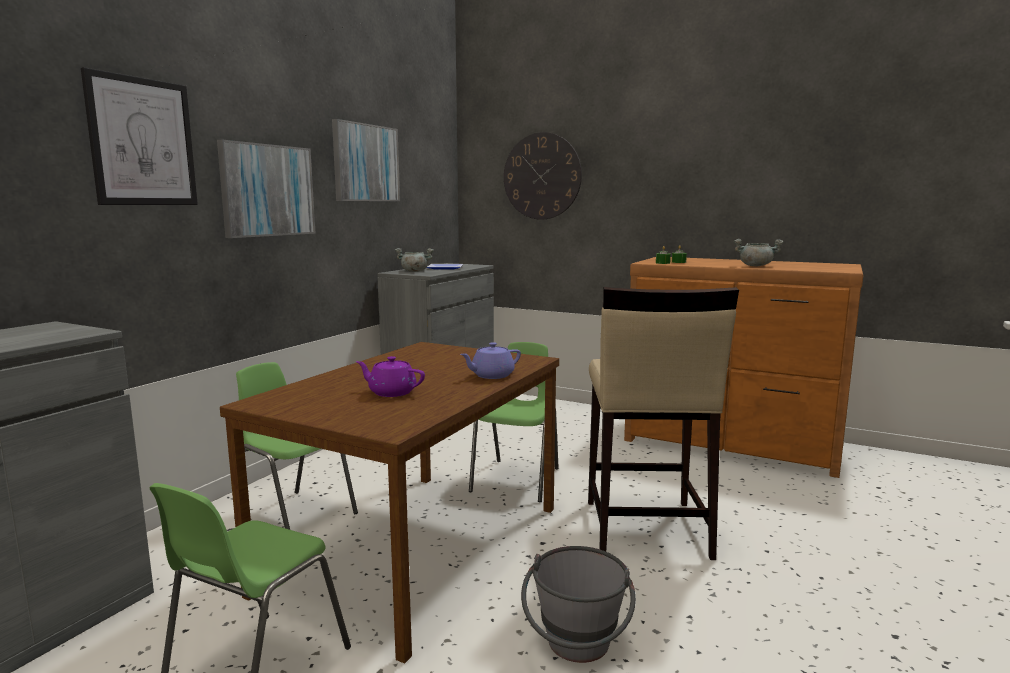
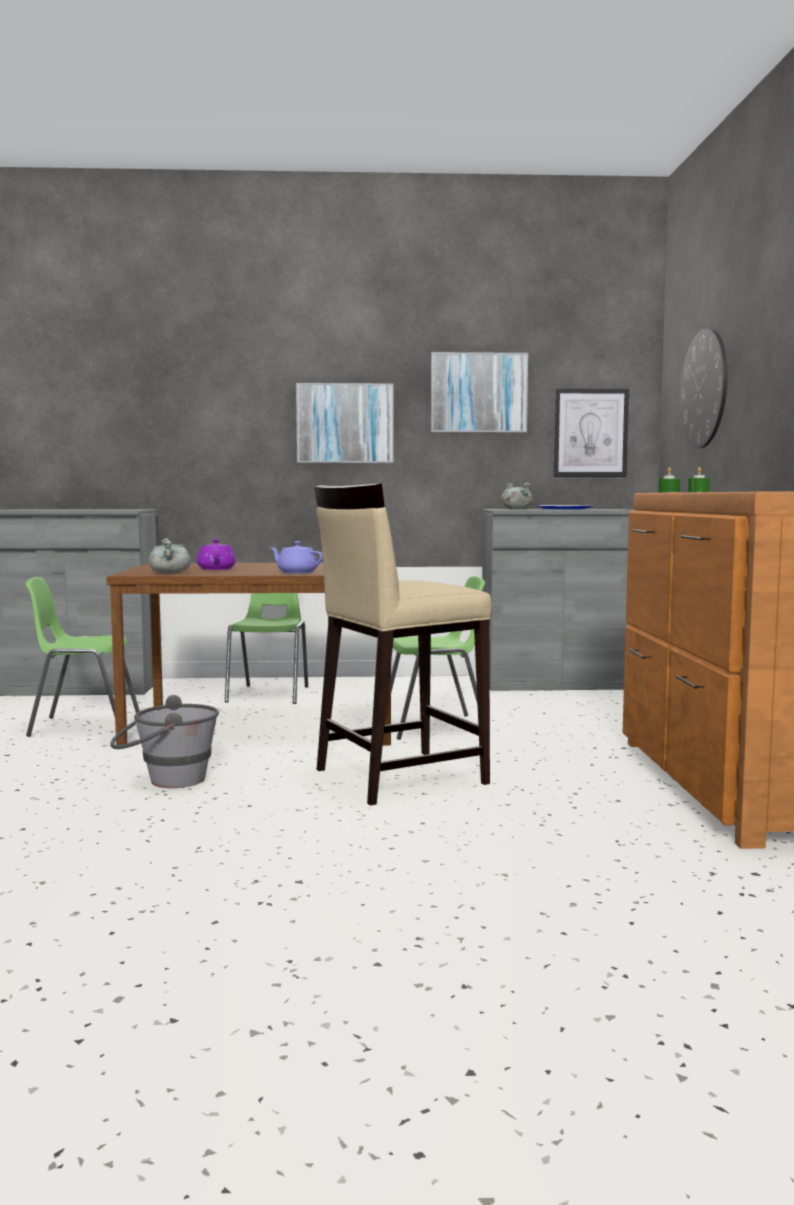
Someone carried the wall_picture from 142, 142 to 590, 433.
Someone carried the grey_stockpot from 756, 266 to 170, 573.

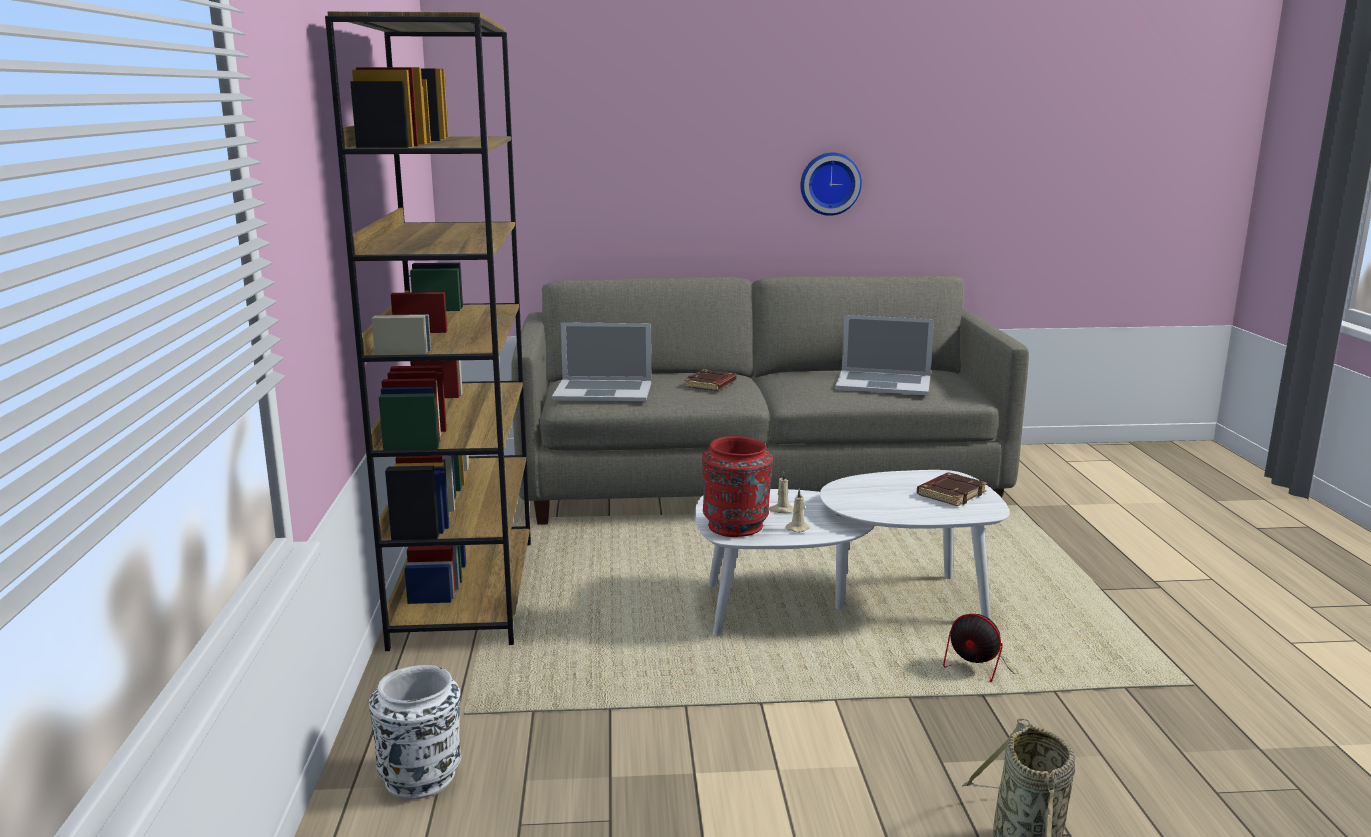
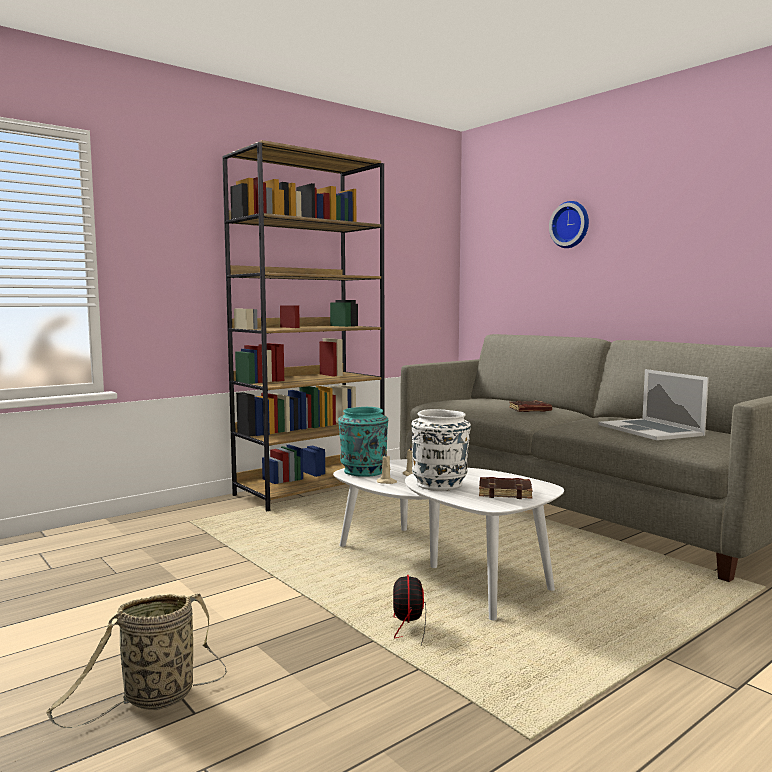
Someone took away the laptop at 603, 391.
Someone carried the white_vase from 422, 777 to 440, 484.
Someone carried the wall_clock from 829, 183 to 571, 225.
Someone repainted the red_vase at 736, 527, which became the turquoise-coloured_vase at 363, 472.

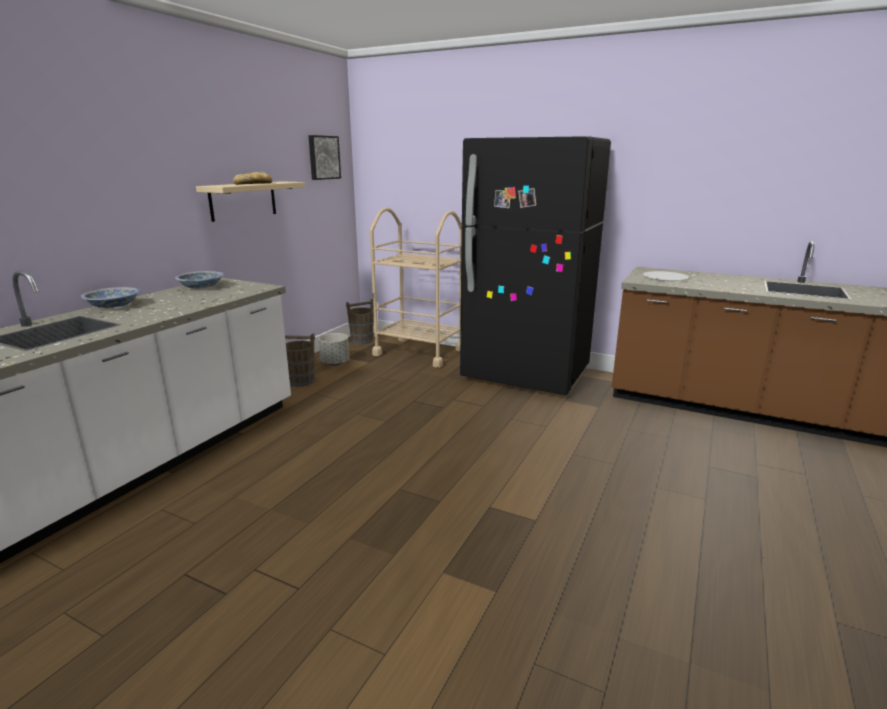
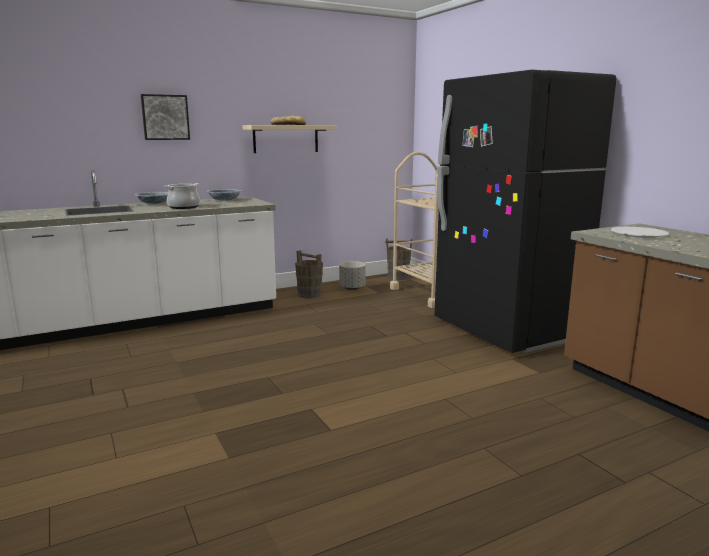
Someone put down the stockpot at 184, 207.
Someone carried the wall_picture from 323, 157 to 165, 117.

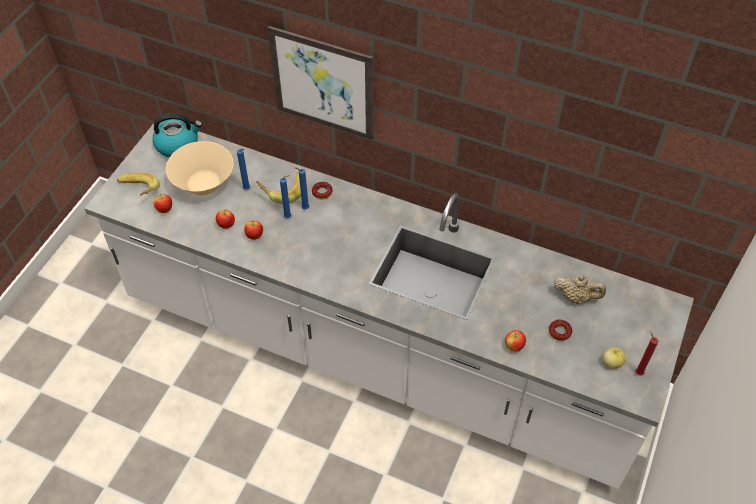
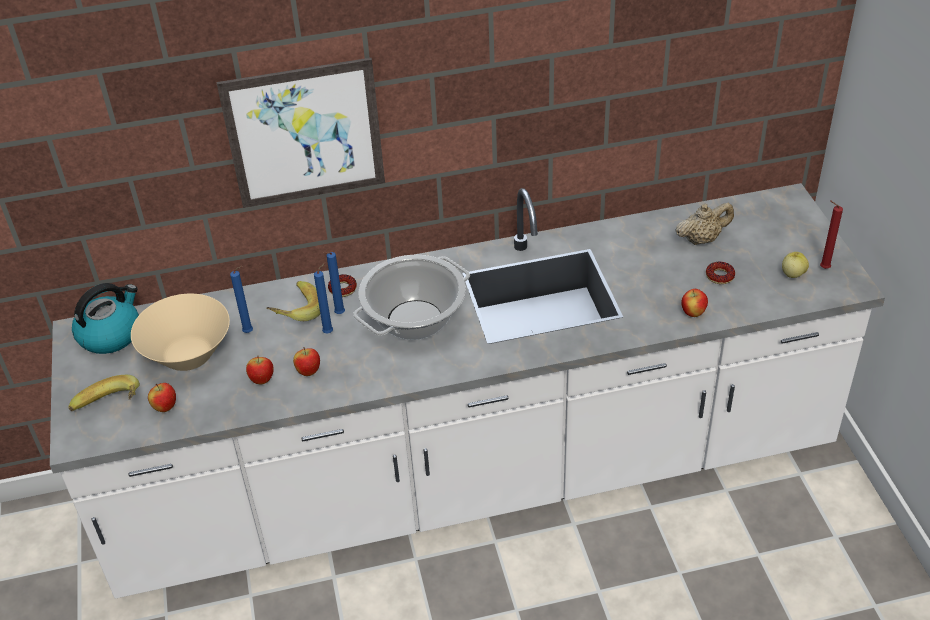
Someone put down the stockpot at 414, 321.

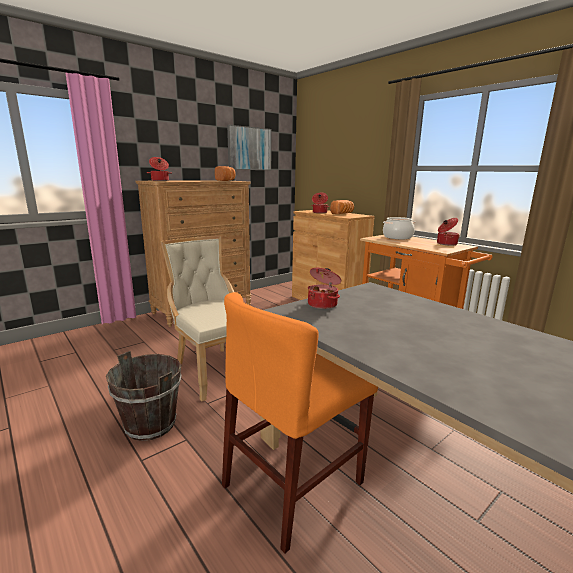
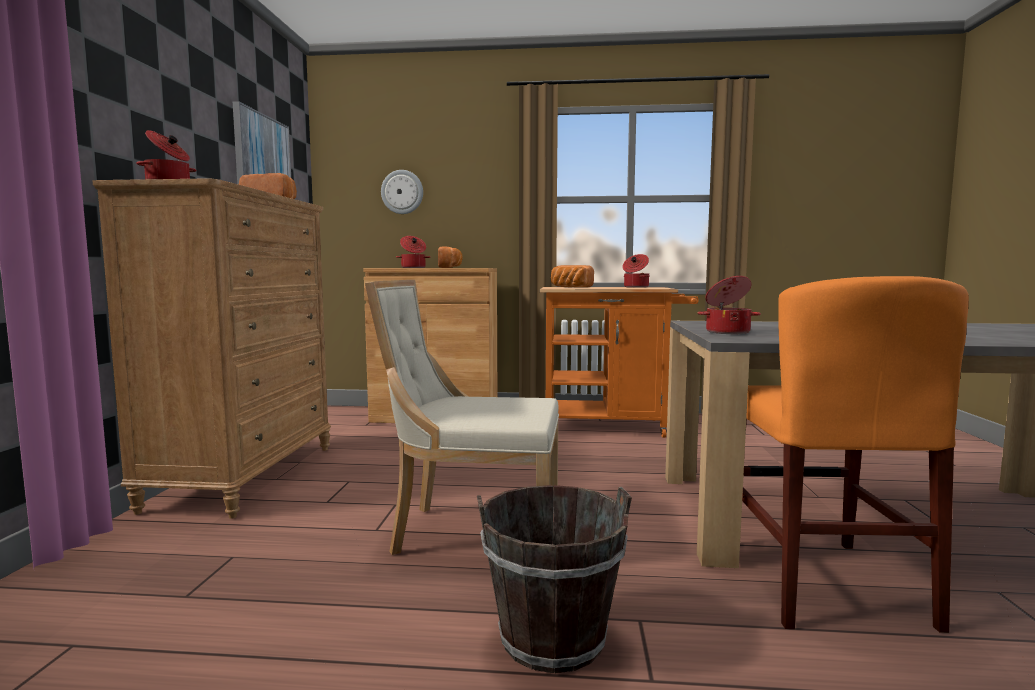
Someone put up the wall_clock at 402, 192.
Someone swapped the stockpot at 397, 237 for the bread at 570, 287.

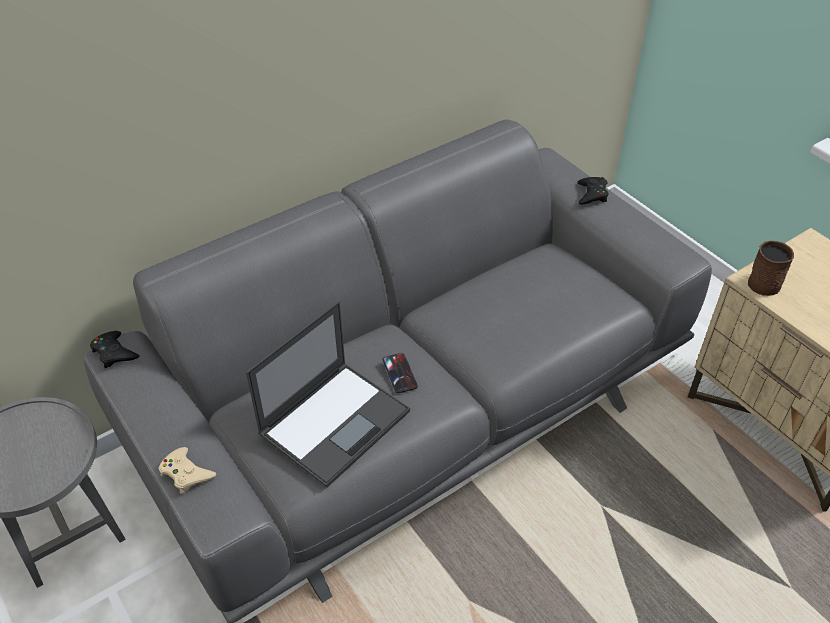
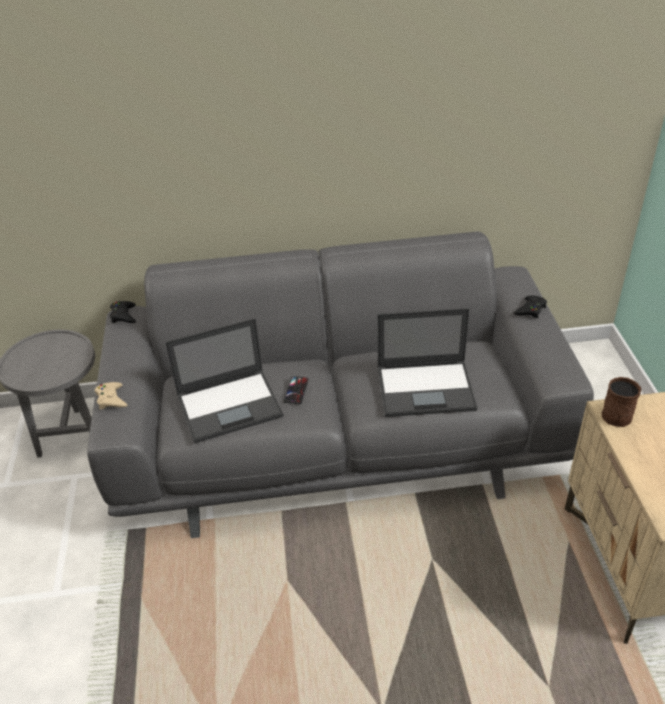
Someone put down the laptop at 427, 388.

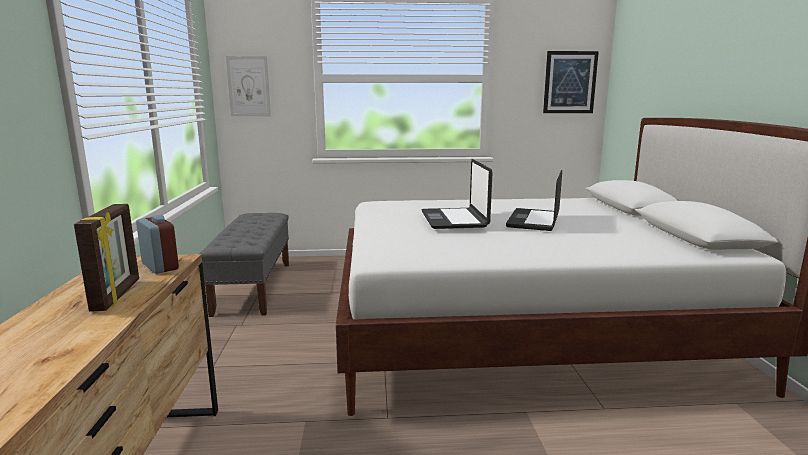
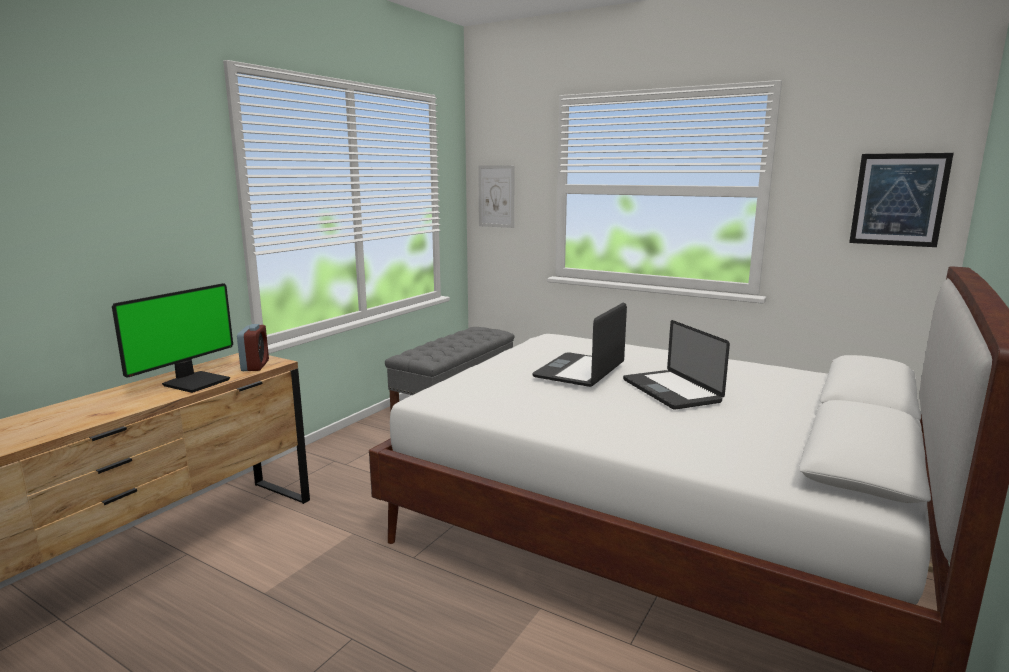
Someone swapped the picture_frame at 117, 295 for the computer_screen at 195, 382.
Someone rotated the laptop at 533, 221 by 75 degrees counterclockwise.

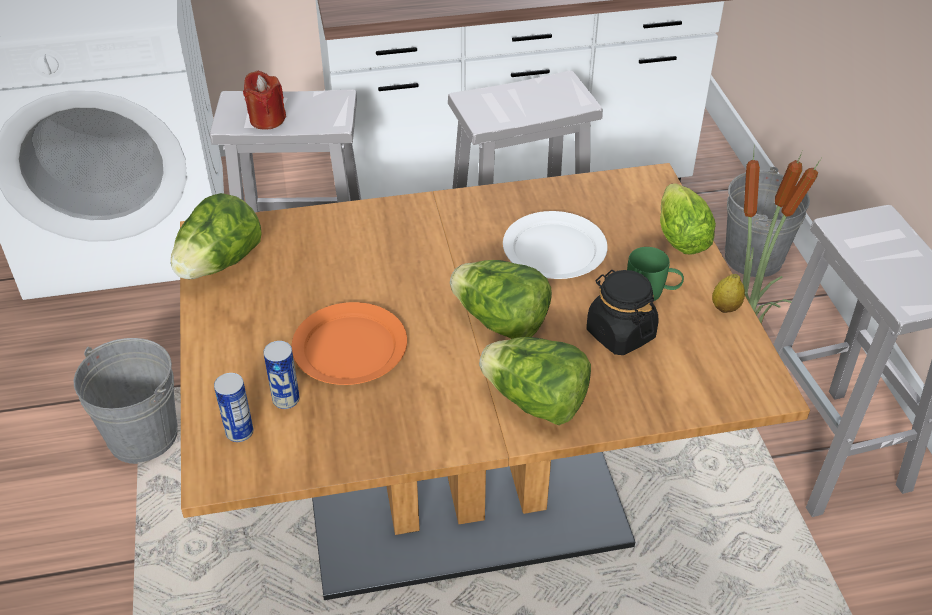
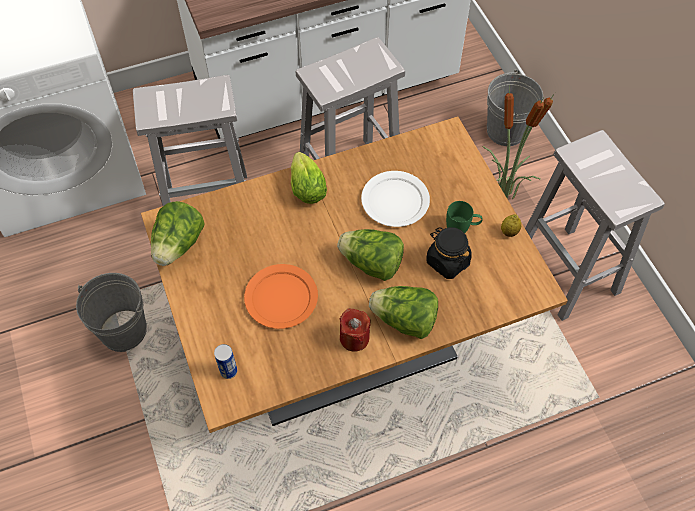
Someone took away the metal_can at 286, 399.
Someone carried the red_wax_light from 267, 119 to 354, 338.
Someone carried the head_of_lettuce from 679, 235 to 306, 186.

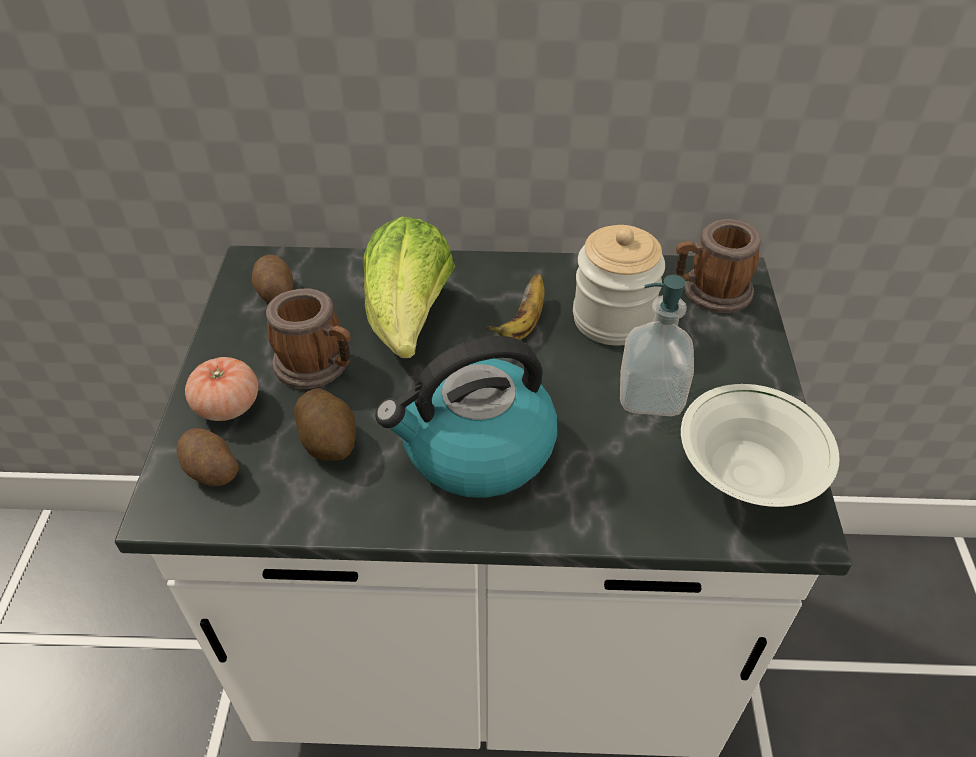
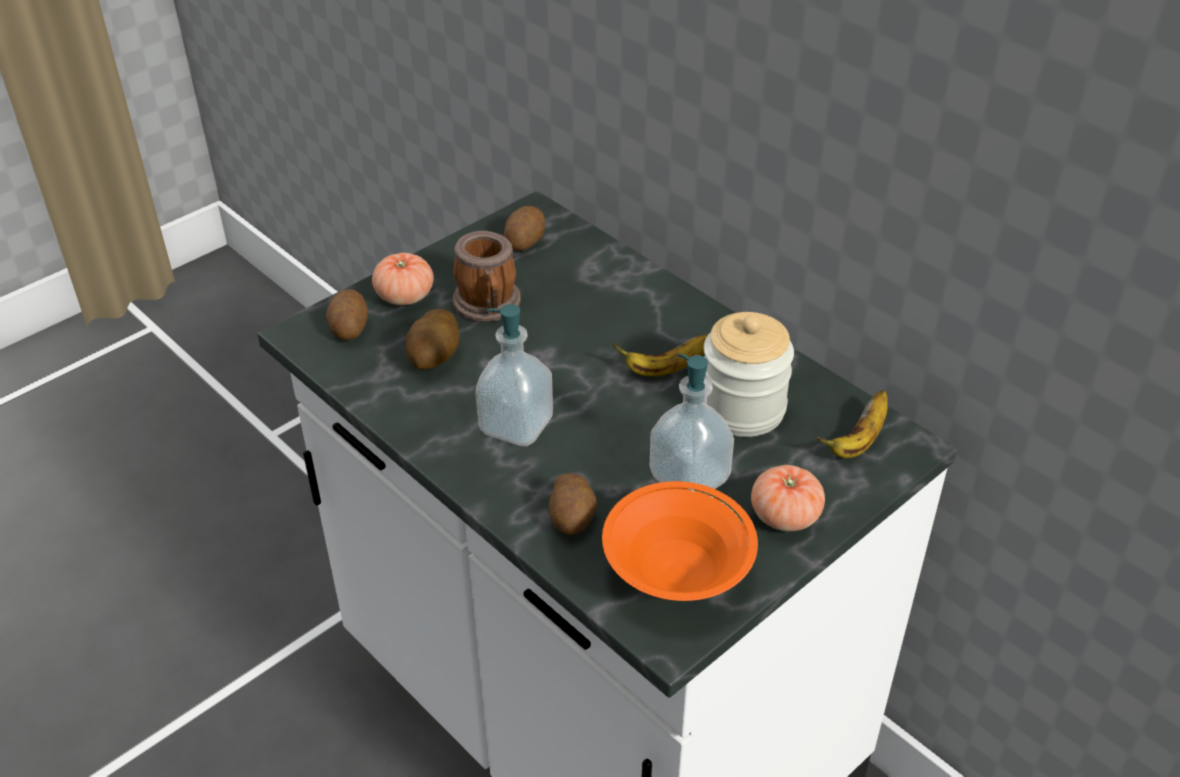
Someone took away the head_of_lettuce at 409, 320.
Someone put down the whole_potato at 573, 517.
Someone put down the tomato at 785, 515.
Someone swapped the kettle at 476, 449 for the liquid_soap_bottle at 516, 425.
Someone swapped the tea_mug at 709, 292 for the whole_banana at 858, 441.
Someone repainted the white_serving_bowl at 745, 477, which became the orange_serving_bowl at 676, 576.

